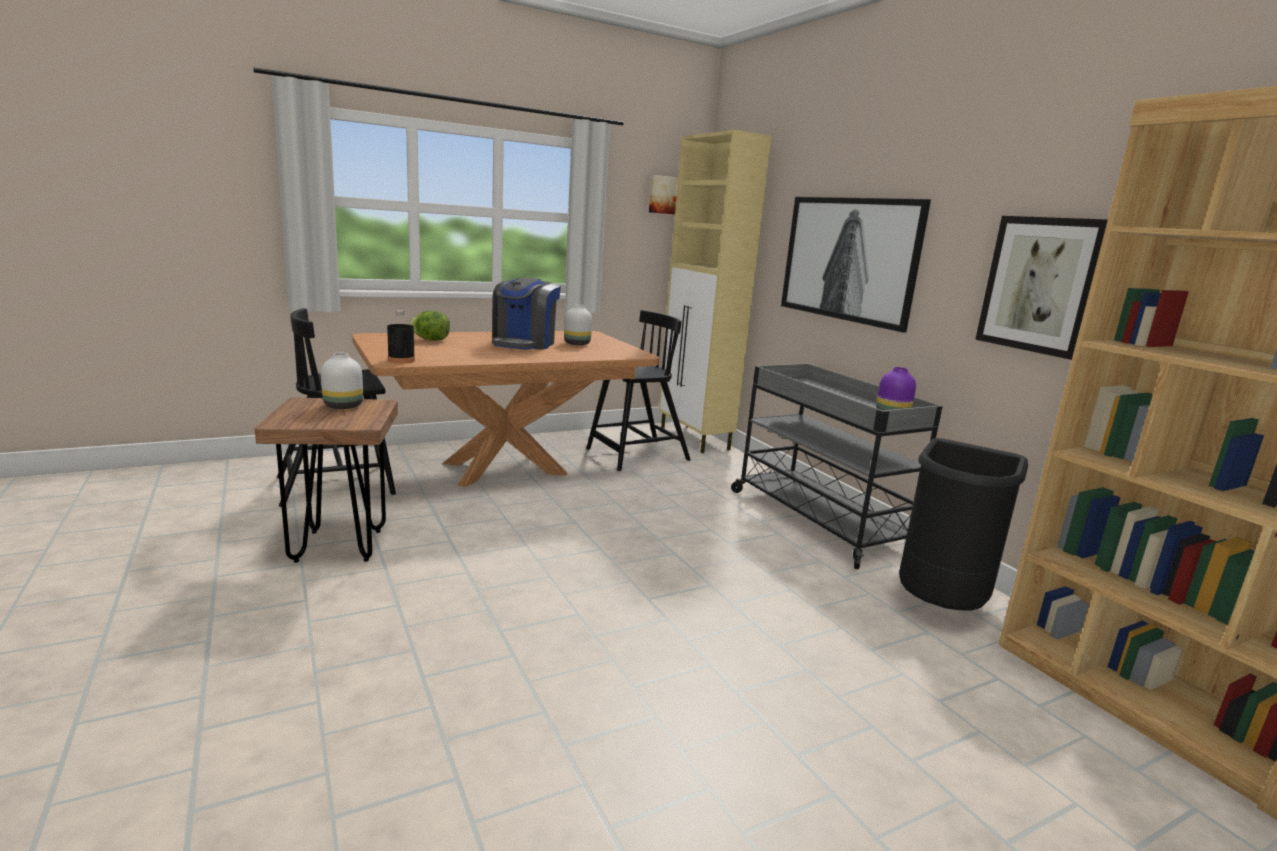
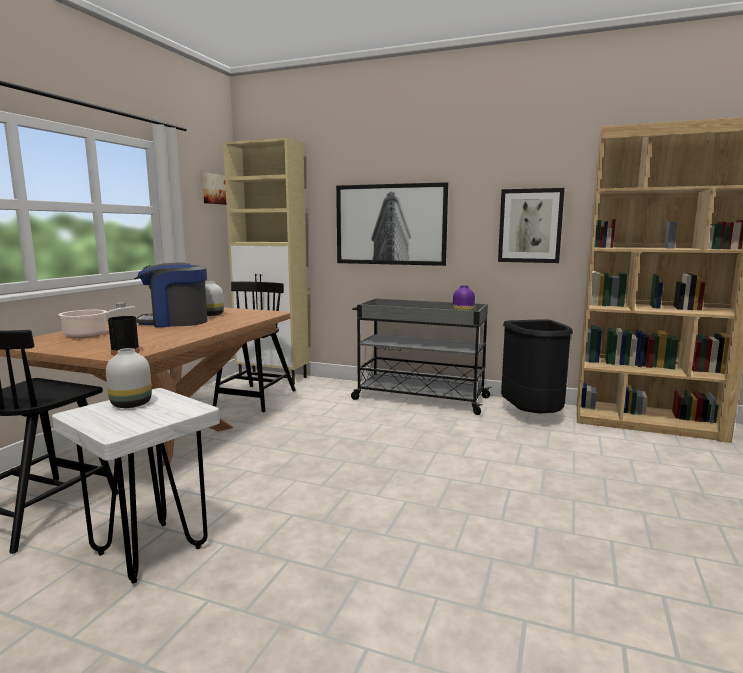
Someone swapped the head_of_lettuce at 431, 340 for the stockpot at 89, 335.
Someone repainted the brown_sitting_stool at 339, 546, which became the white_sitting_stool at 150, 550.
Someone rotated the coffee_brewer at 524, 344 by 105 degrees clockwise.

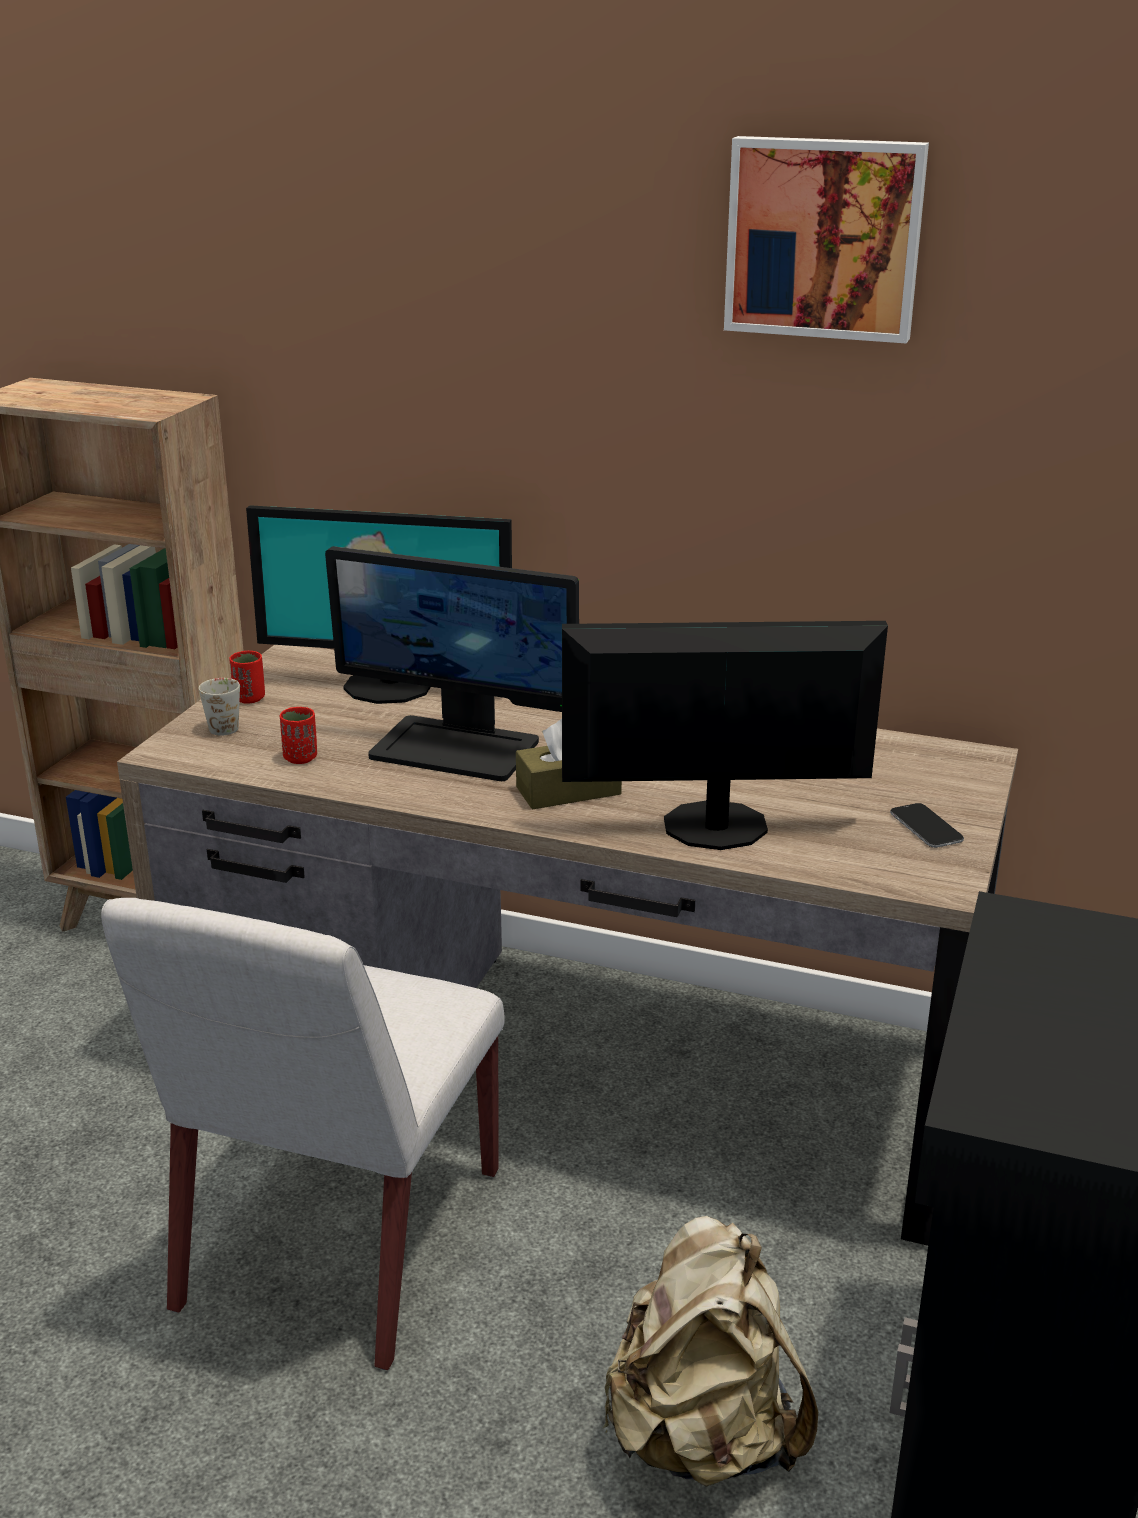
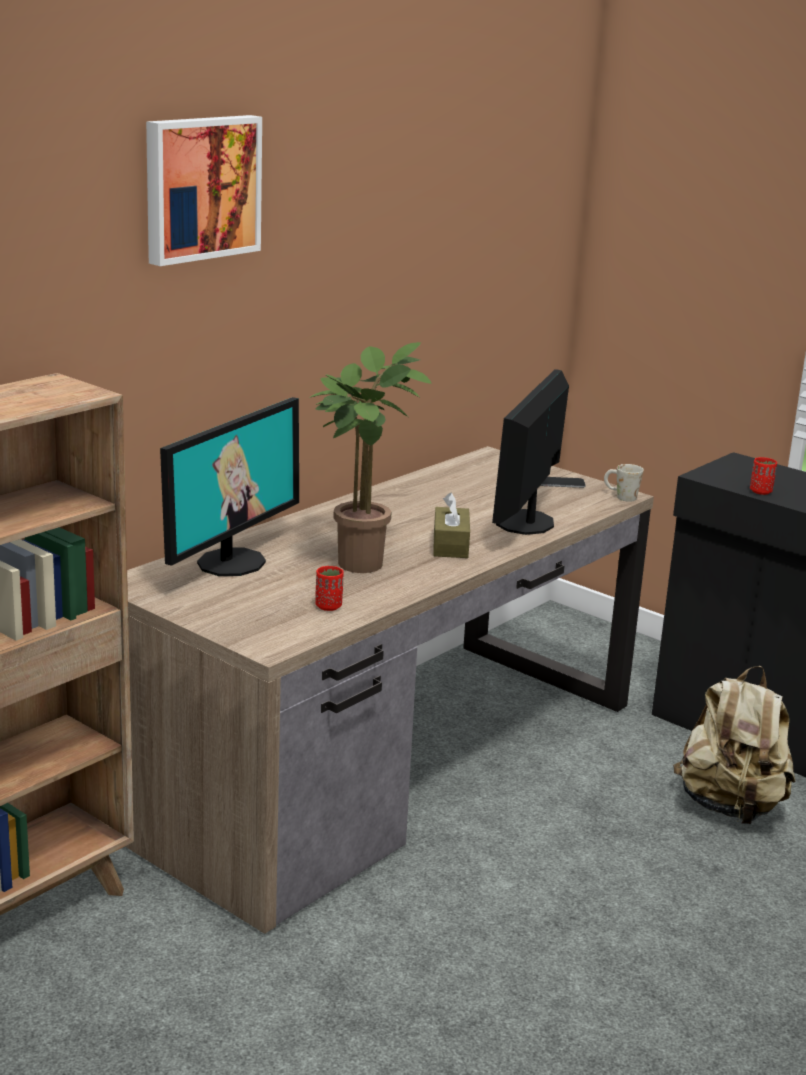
Someone took away the white_upright_chair at 339, 1241.
Someone carried the white_tea_mug from 227, 725 to 620, 496.
Someone carried the red_drinking_cup from 249, 698 to 761, 491.
Someone carried the wall_picture from 824, 238 to 200, 188.
Someone swapped the computer_screen at 457, 748 for the potted_plant at 359, 561.

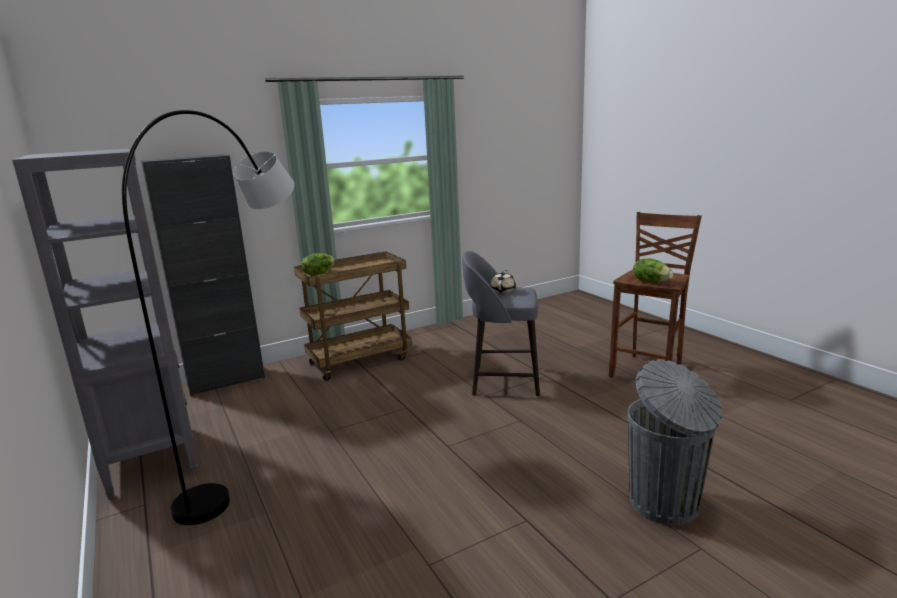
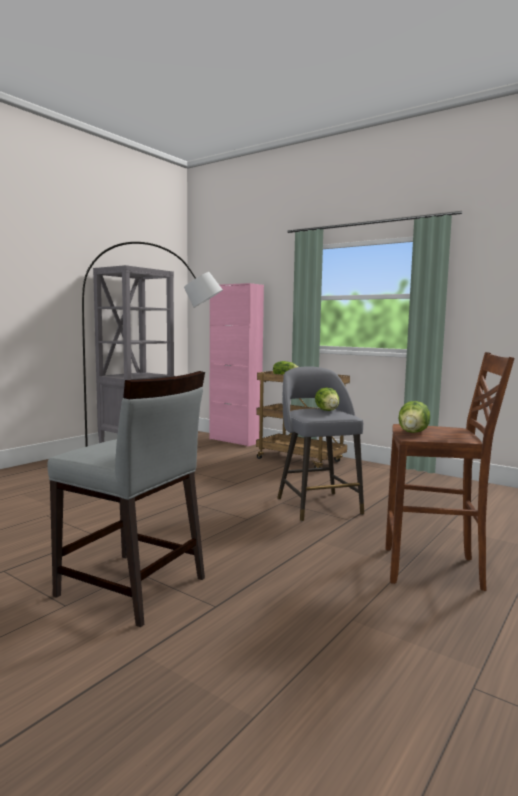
Someone swapped the beige_teapot at 503, 290 for the head_of_lettuce at 327, 410.
Someone swapped the grey_rubbish_bin at 666, 504 for the grey_upright_chair at 132, 587.
Someone repainted the black_cabinet at 226, 380, which became the pinkish_cabinet at 235, 441.

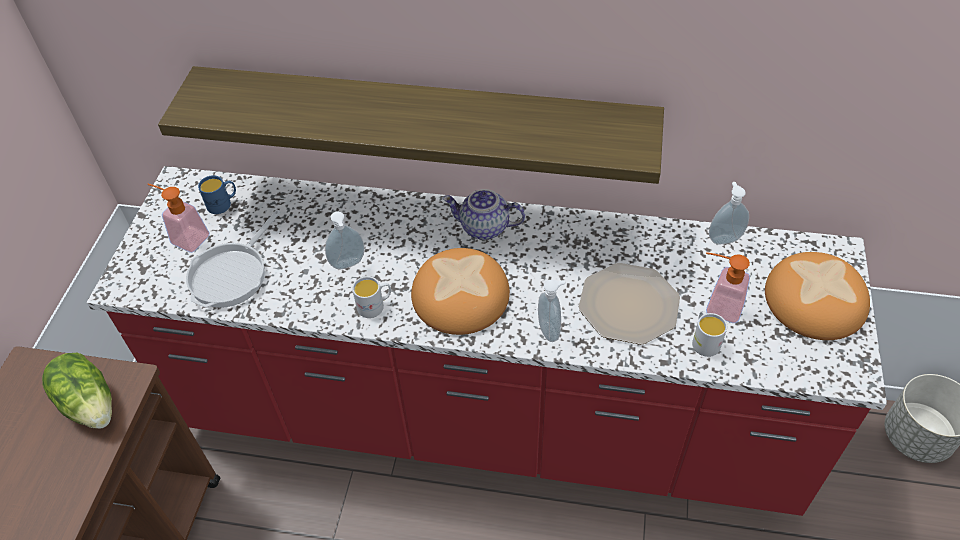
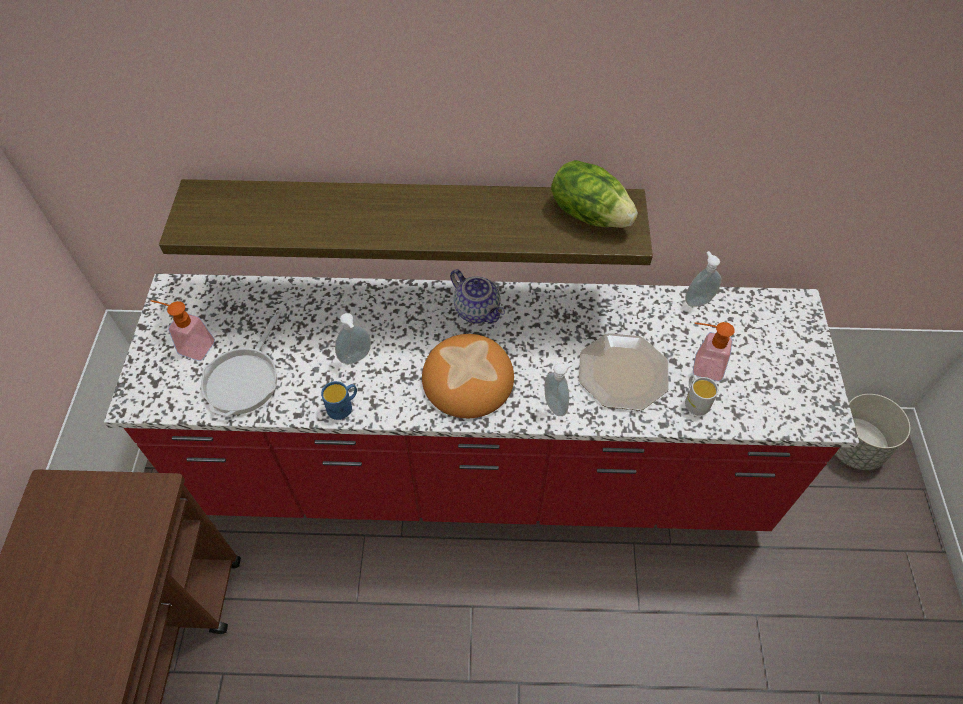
Someone took away the white_tea_mug at 375, 306.
Someone took away the bread at 815, 301.
Someone carried the head_of_lettuce from 90, 403 to 589, 213.
Someone carried the blue_tea_mug from 223, 204 to 343, 406.
Someone rotated the teapot at 483, 228 by 135 degrees counterclockwise.

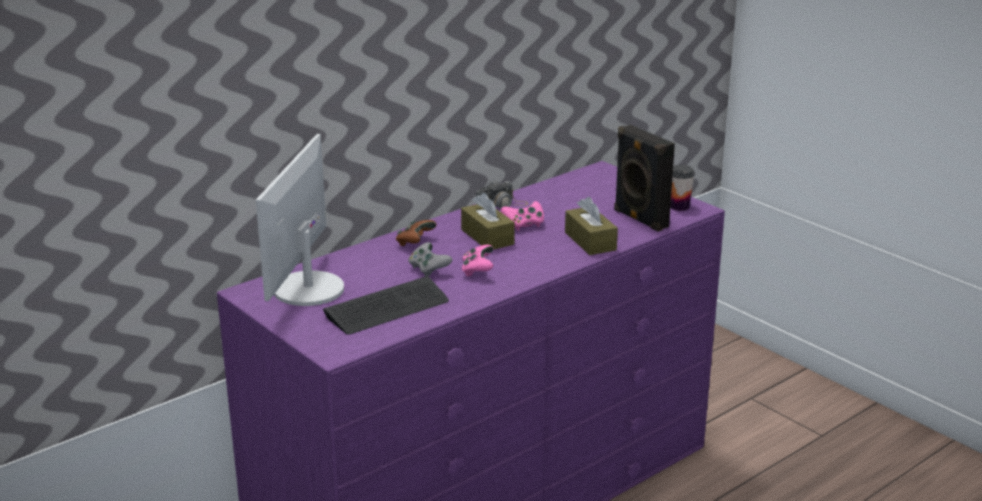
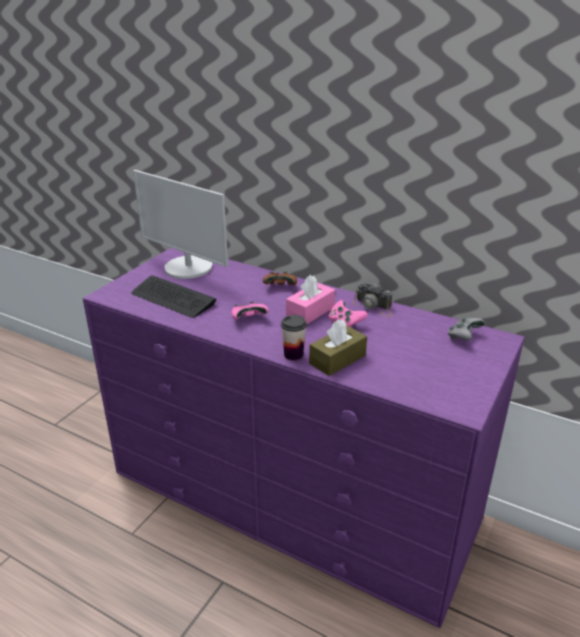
Someone took away the black_audio_speaker at 639, 219.
Someone carried the grey_joypad from 428, 269 to 463, 337.
Someone carried the drinking_cup from 679, 206 to 293, 354.
Someone repainted the brown_tissue_box at 487, 237, which became the pinkish_tissue_box at 310, 312.
Someone rotated the computer_screen at 307, 289 by 135 degrees counterclockwise.

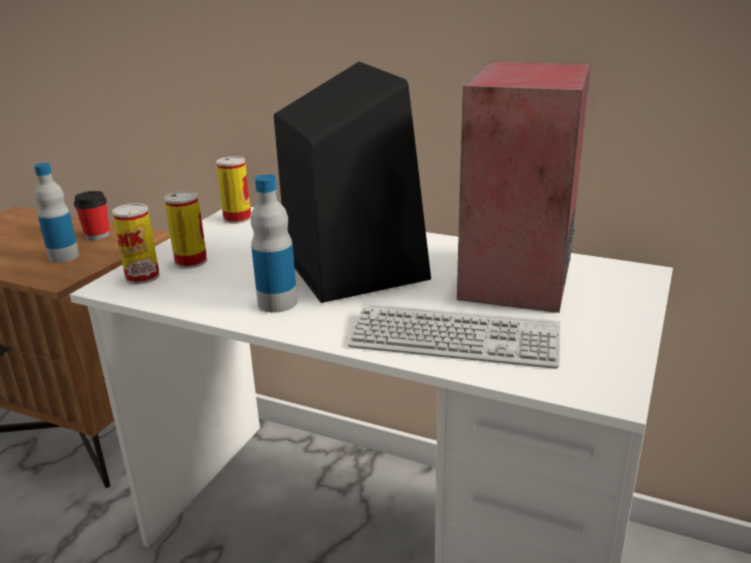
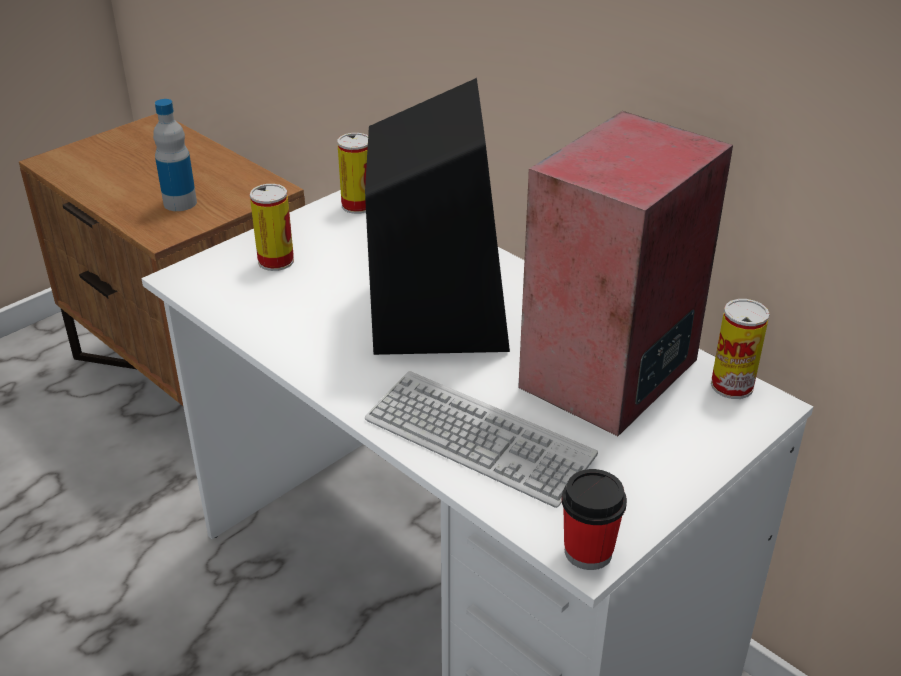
Someone took away the bottle at 277, 303.
Someone carried the drinking_cup from 97, 235 to 588, 552.
Someone carried the metal_can from 142, 276 to 732, 385.

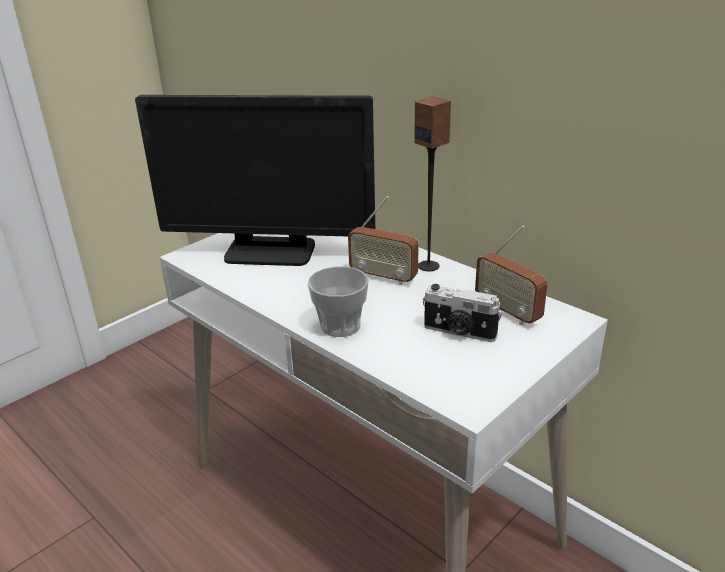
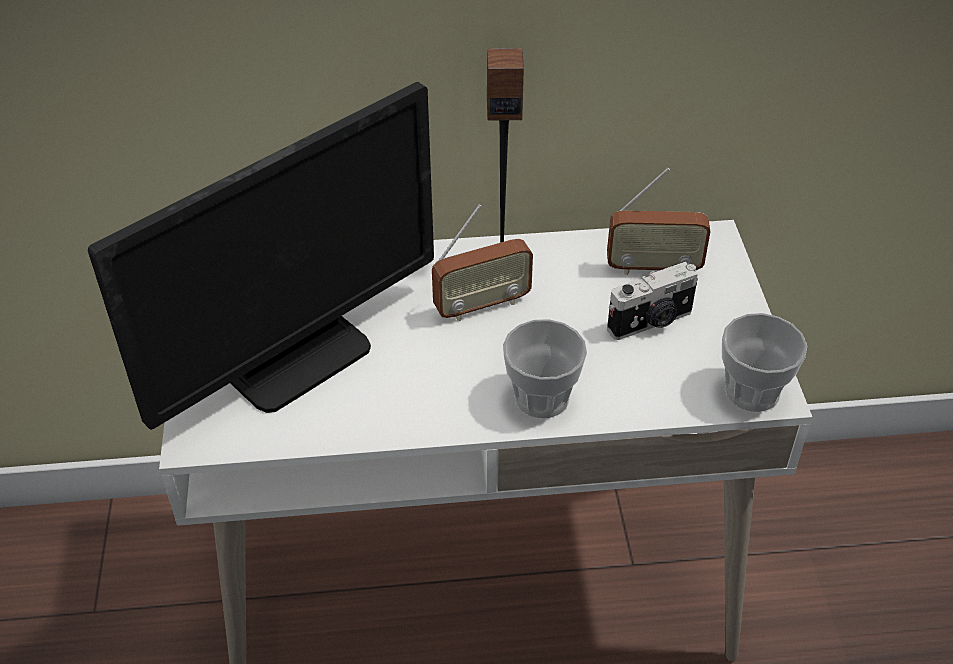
Someone put down the drinking_cup at 752, 391.

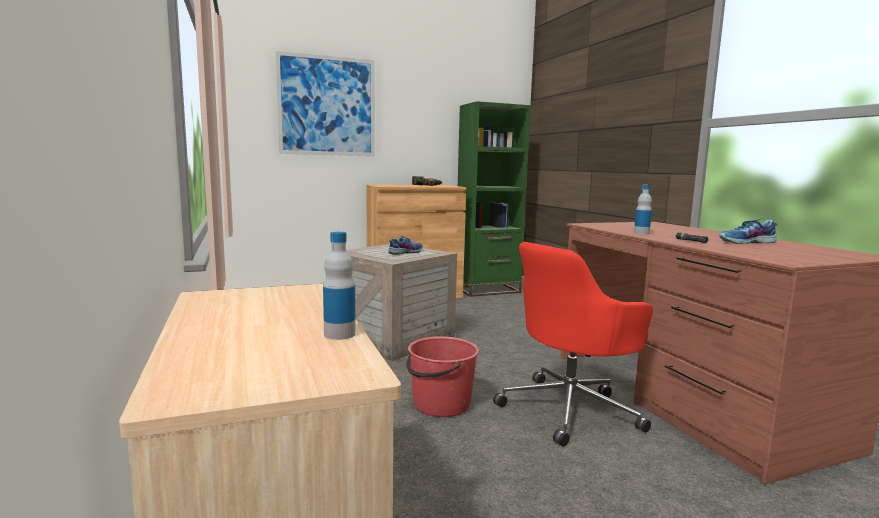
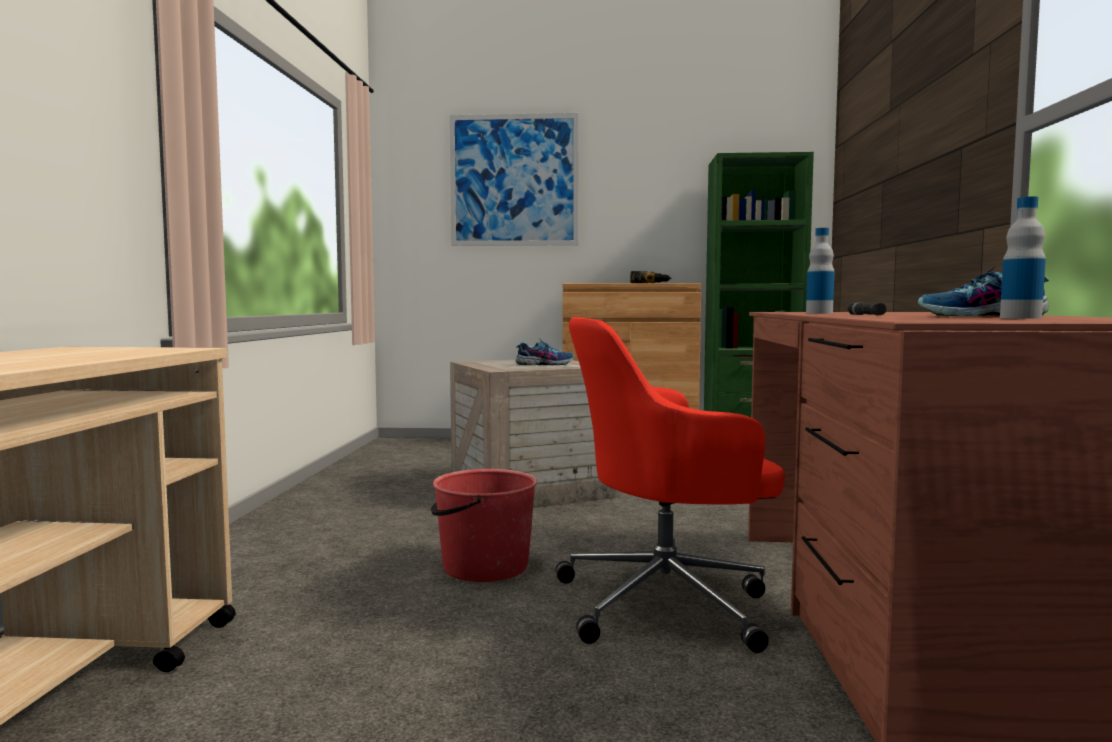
Someone carried the bottle from 339, 334 to 1020, 318.

